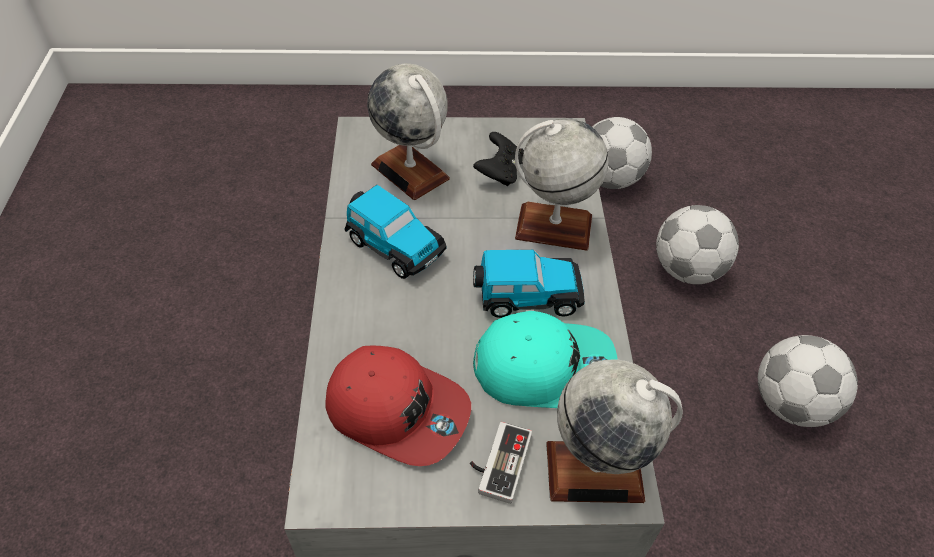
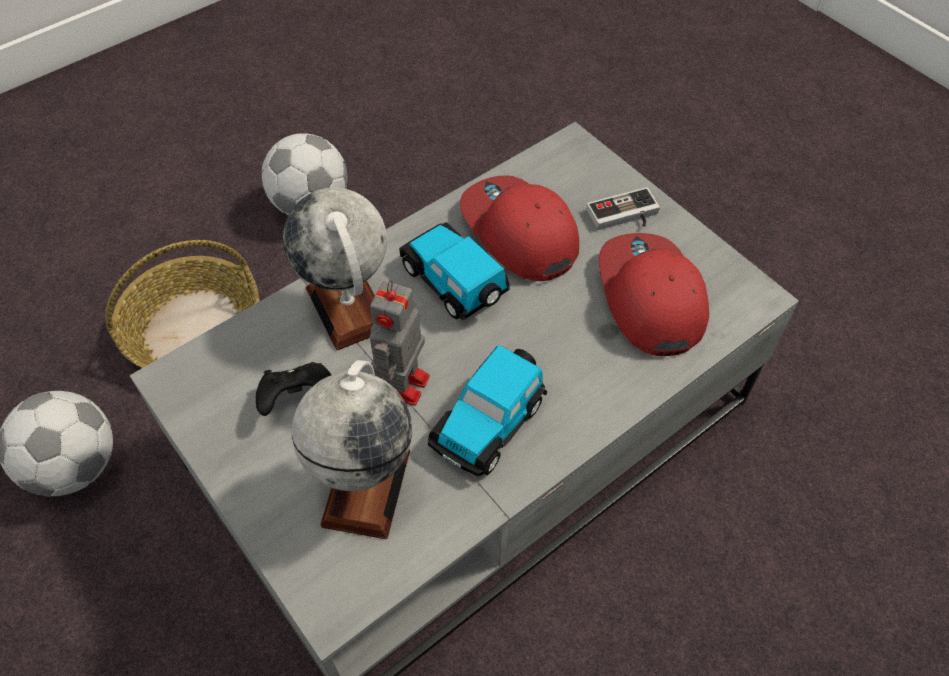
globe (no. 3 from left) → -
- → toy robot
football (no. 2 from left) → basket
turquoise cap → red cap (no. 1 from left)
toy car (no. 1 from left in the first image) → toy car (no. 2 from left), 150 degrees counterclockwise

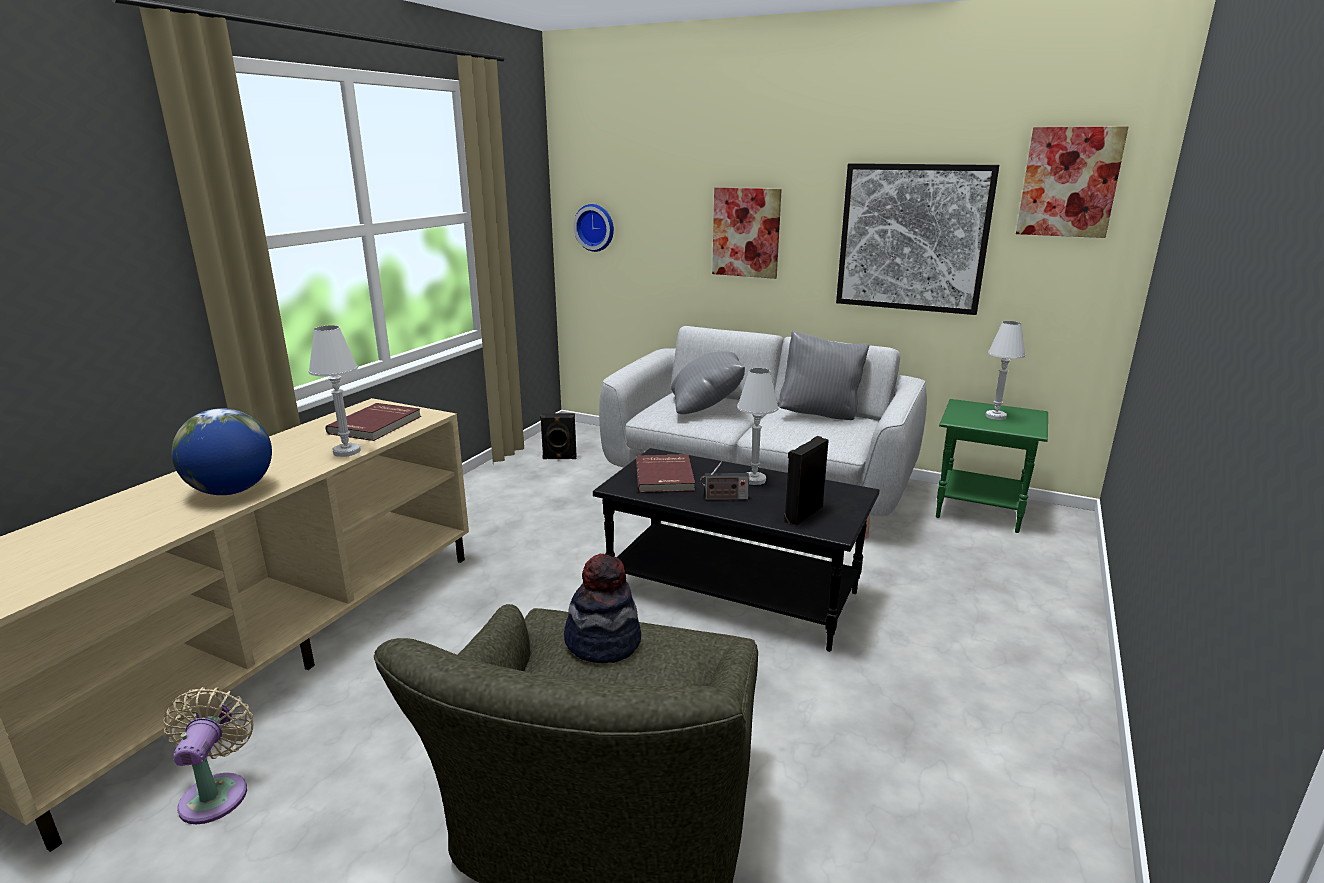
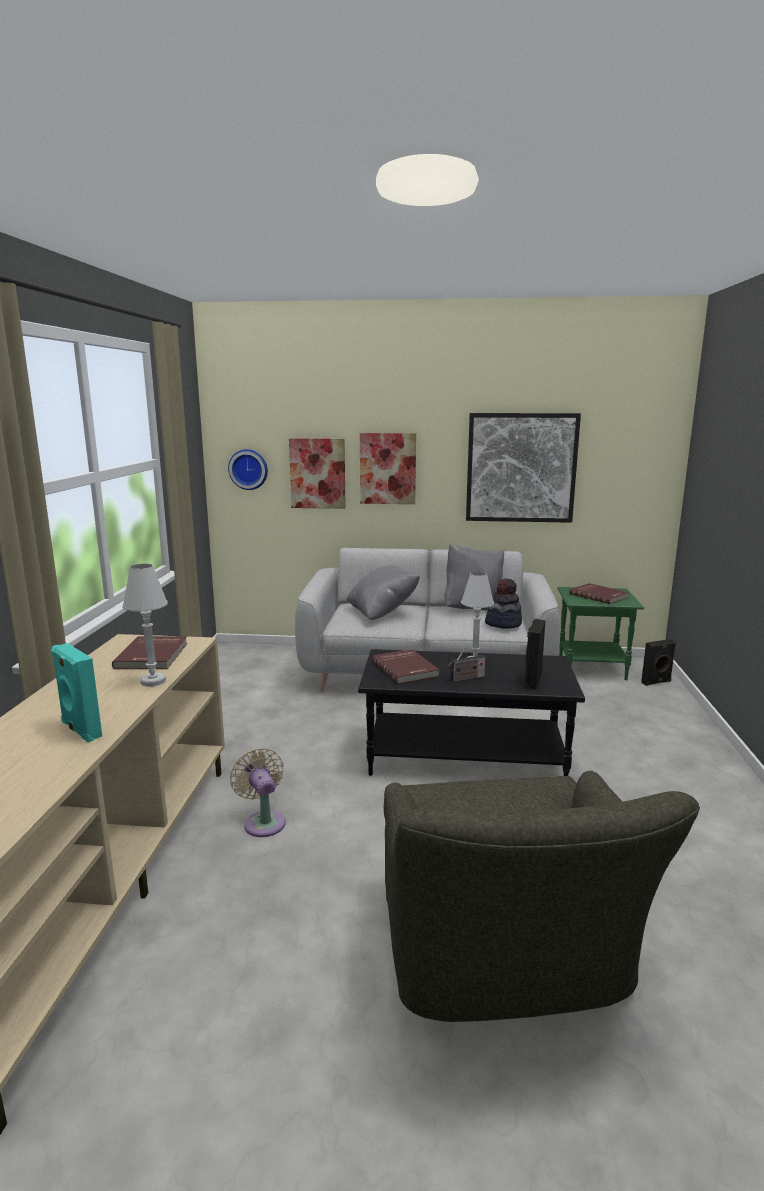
beige fan, relocated
black speaker (no. 1 from left in the first image) → black speaker (no. 2 from left), relocated
hat, relocated
picture (no. 3 from left in the first image) → picture (no. 1 from left), relocated
globe → turquoise speaker
white table lamp (no. 3 from left) → red book (no. 3 from left)

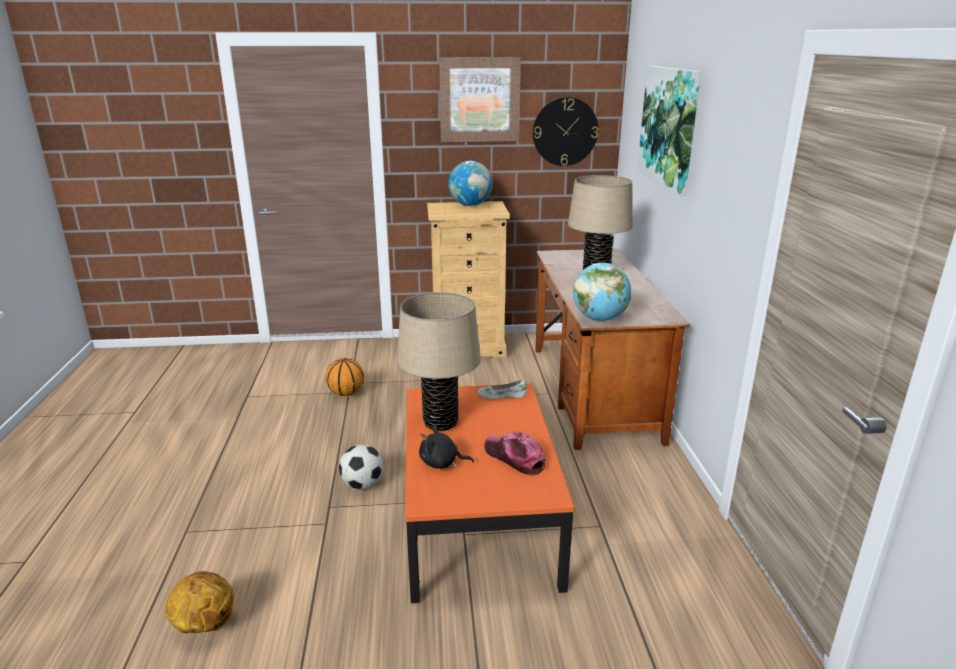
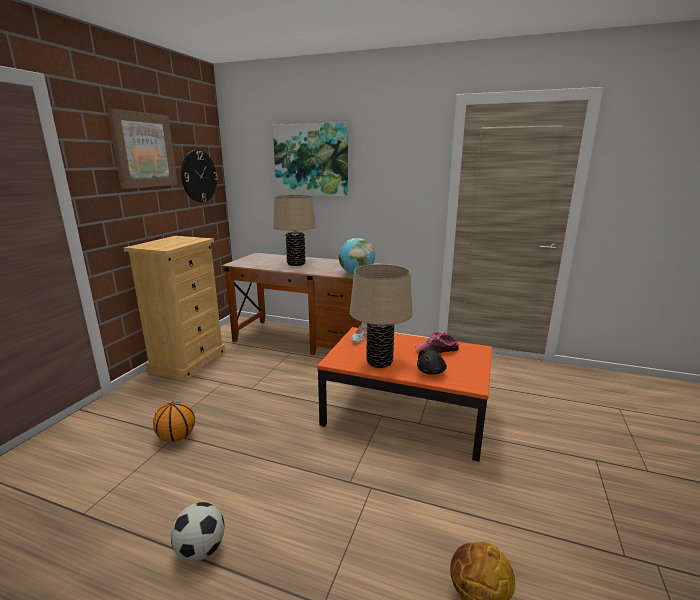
globe (no. 1 from left) → -
football, relocated

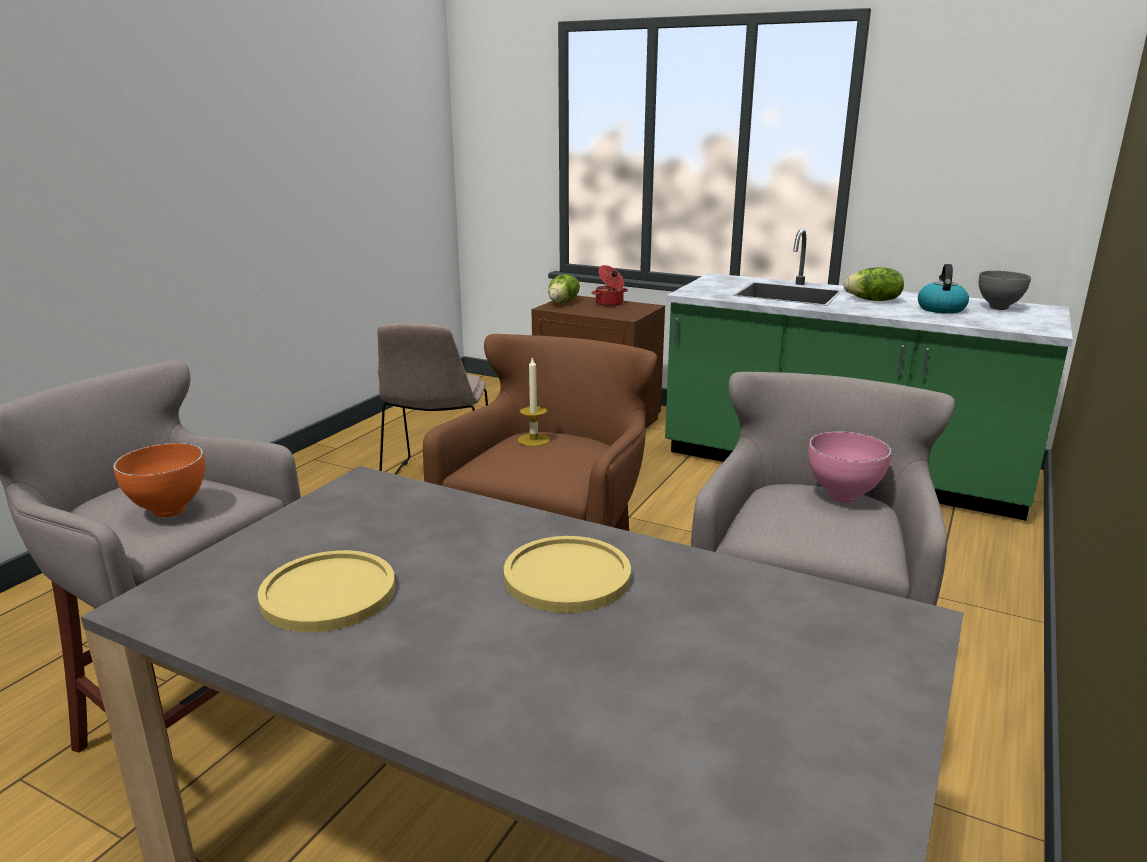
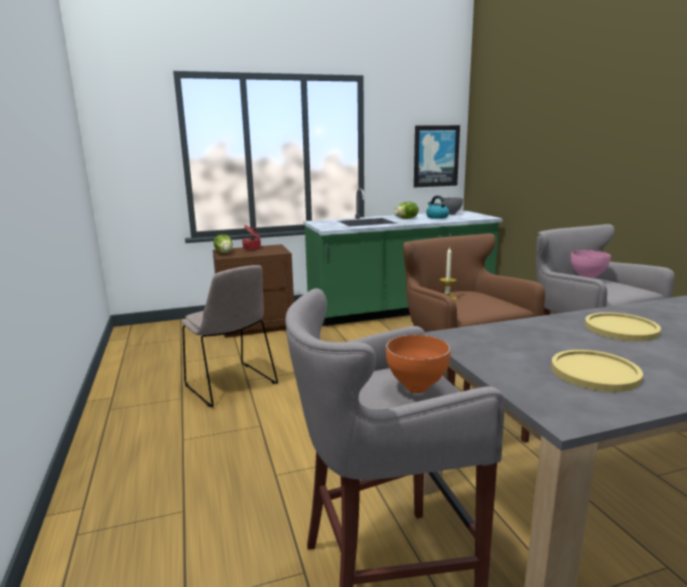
- → picture

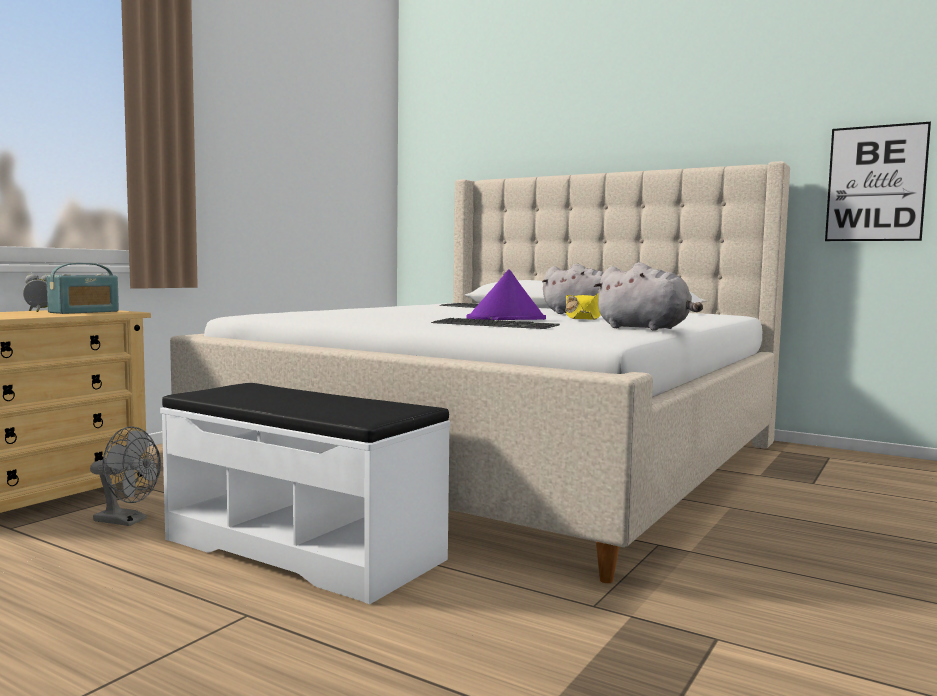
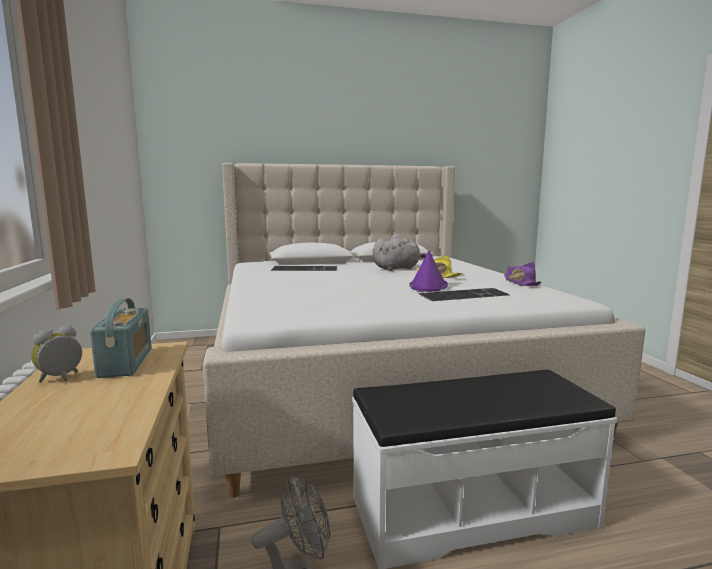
picture → -
grey plush toy (no. 2 from left) → purple hat (no. 2 from left)

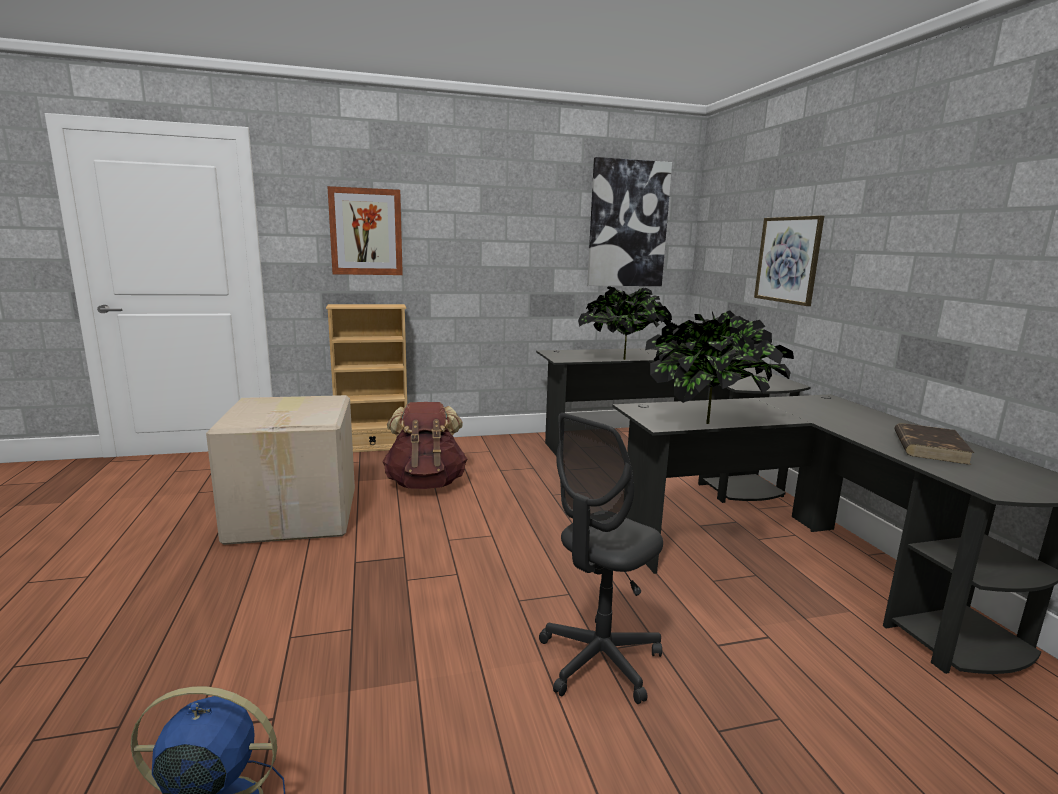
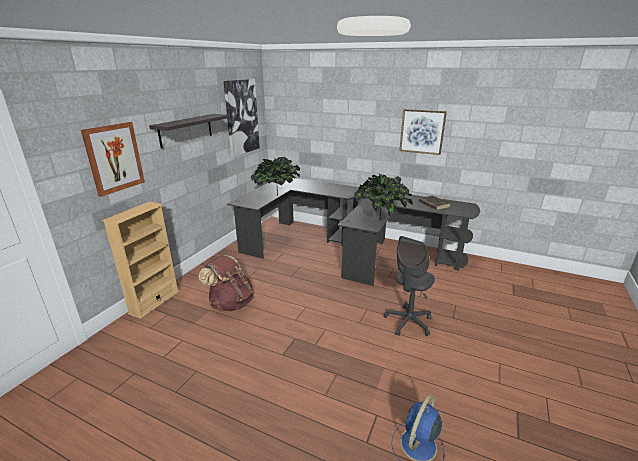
cardboard box → -
- → shelf
picture (no. 3 from left), relocated
grey office chair, 45 degrees clockwise

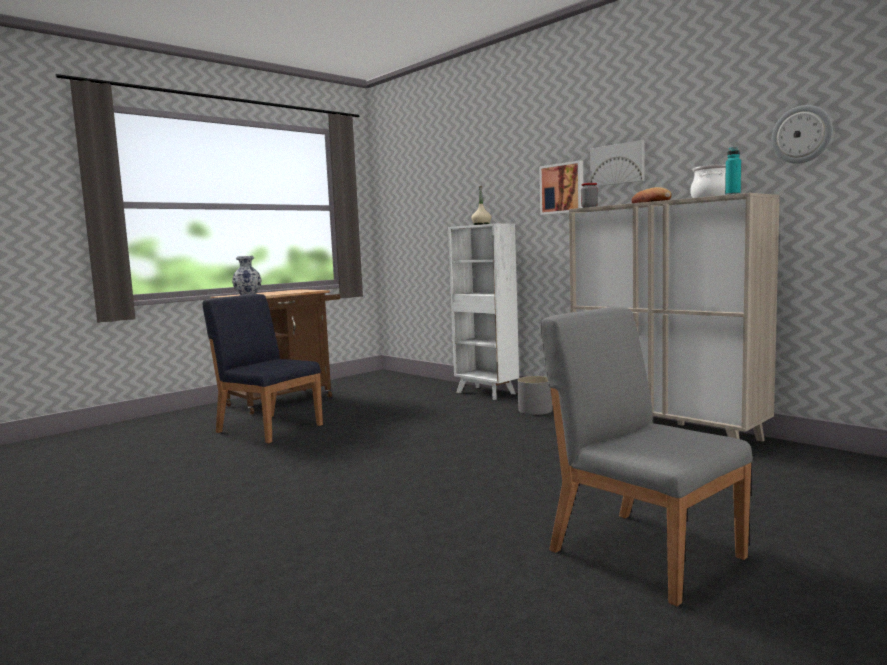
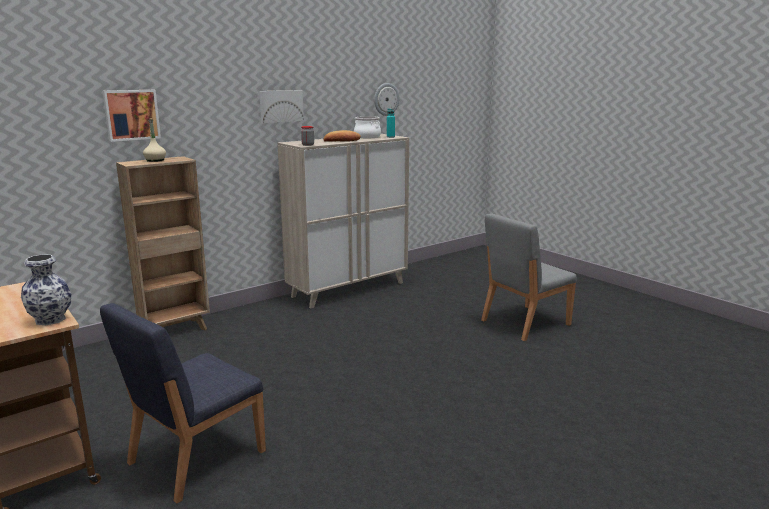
grey planter → -
picture (no. 1 from left), relocated
white bookcase → brown bookcase

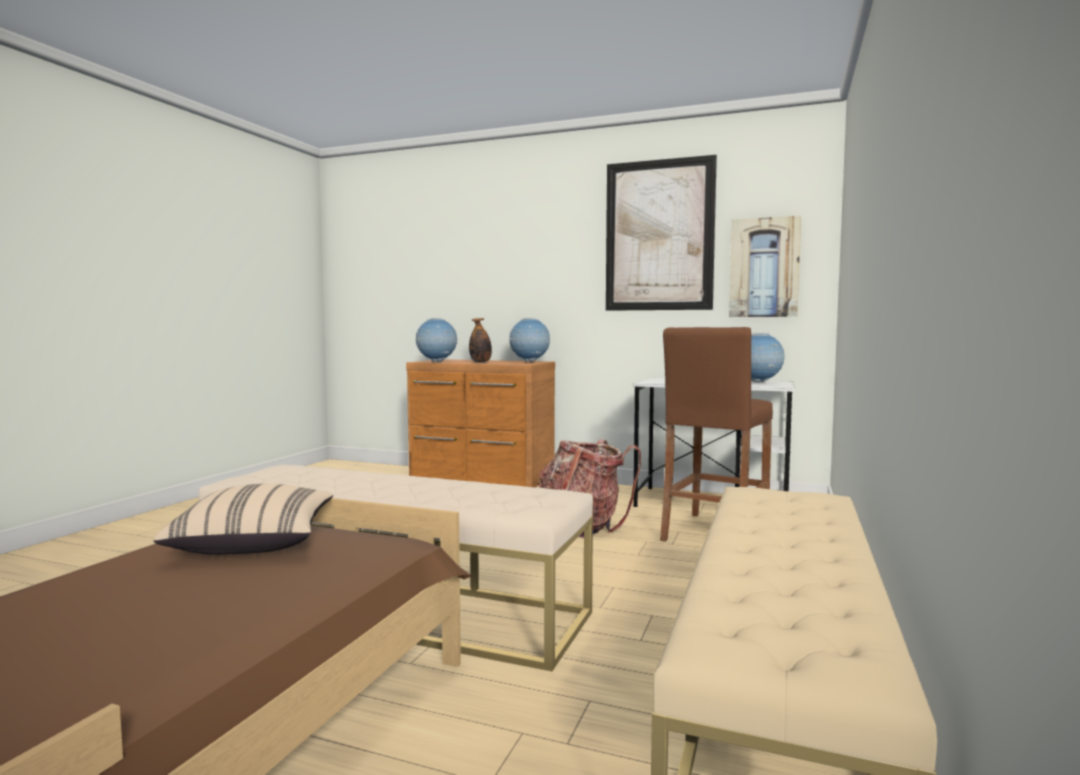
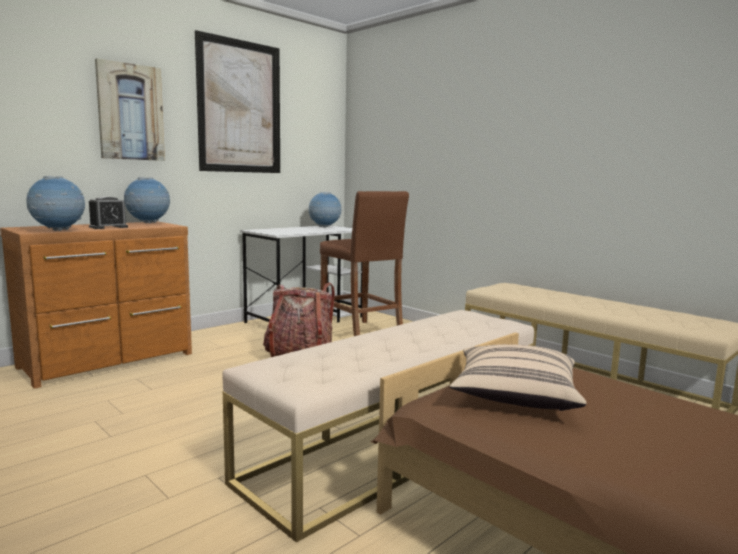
picture (no. 2 from left in the first image) → picture (no. 1 from left), relocated
bottle → alarm clock

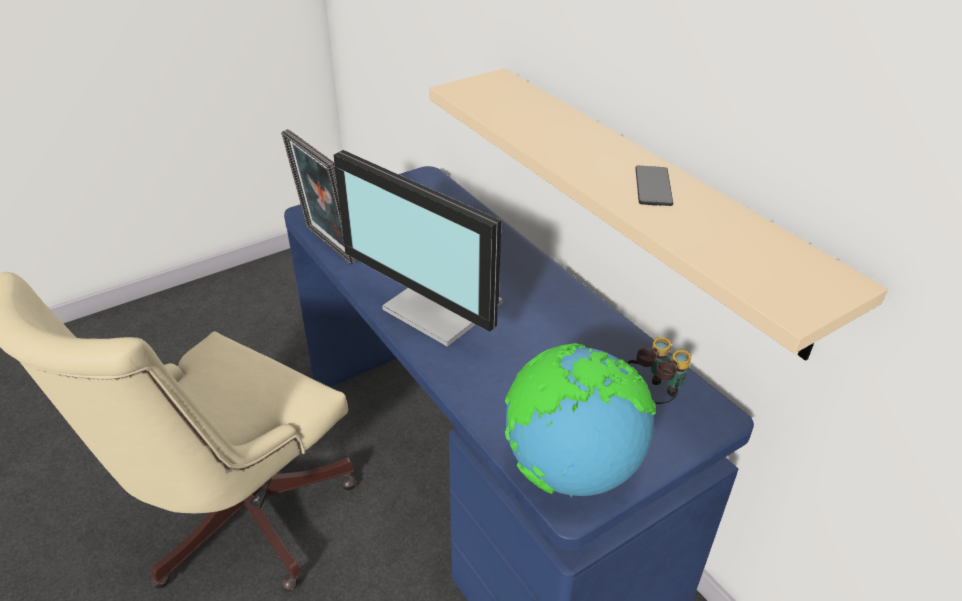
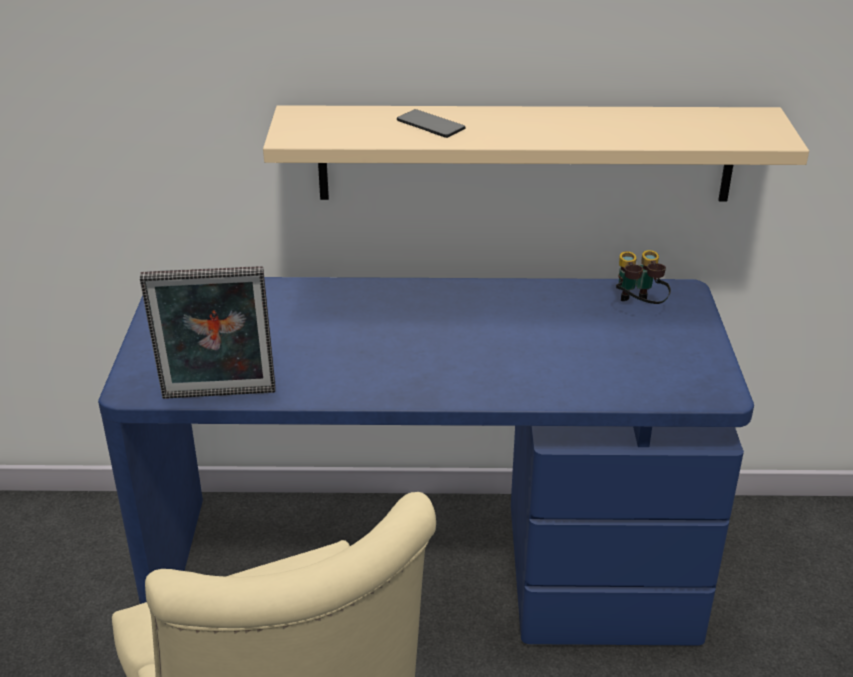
monitor → -
globe → -
phone, relocated

